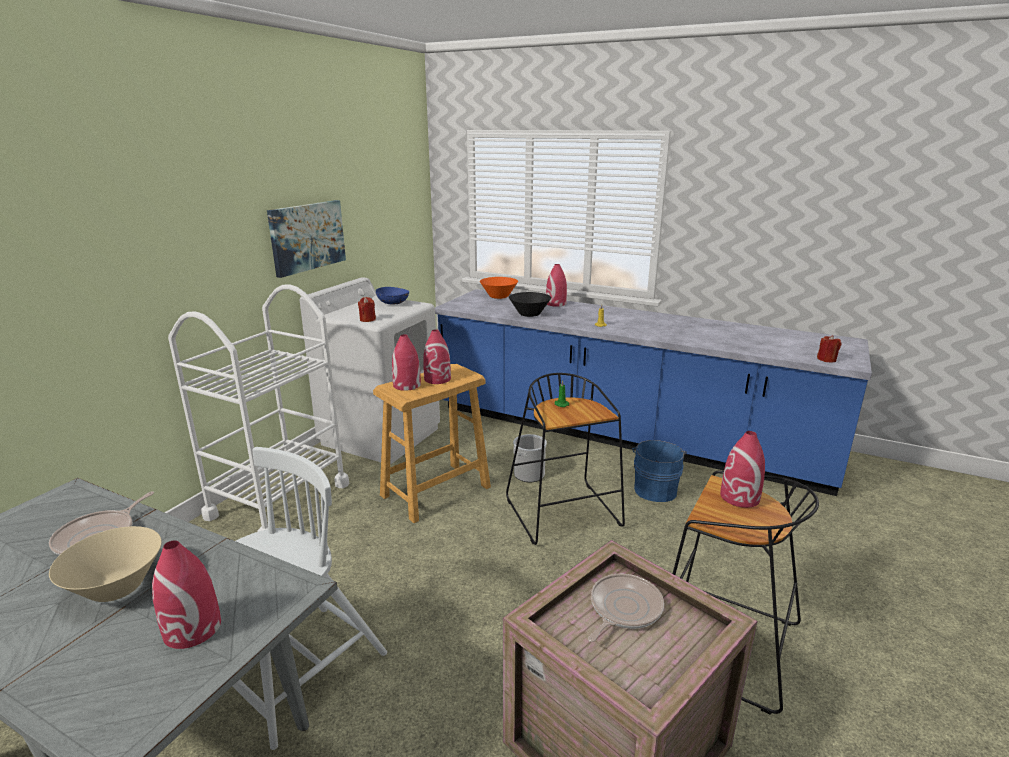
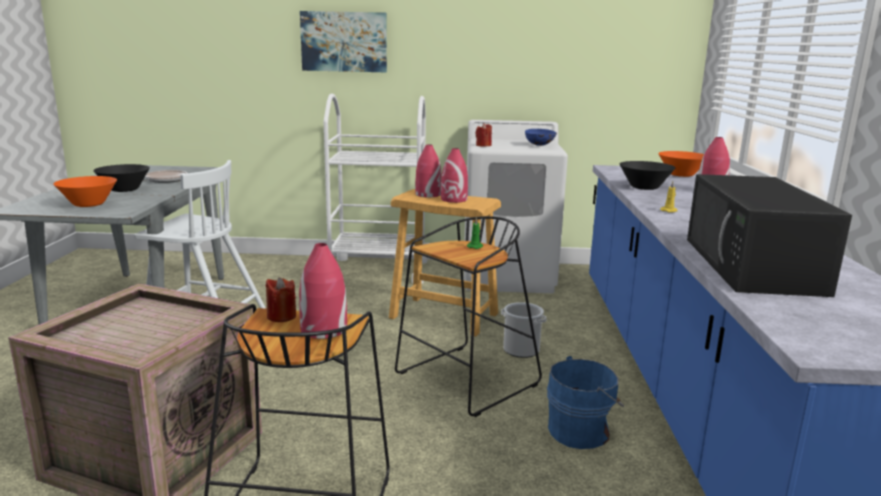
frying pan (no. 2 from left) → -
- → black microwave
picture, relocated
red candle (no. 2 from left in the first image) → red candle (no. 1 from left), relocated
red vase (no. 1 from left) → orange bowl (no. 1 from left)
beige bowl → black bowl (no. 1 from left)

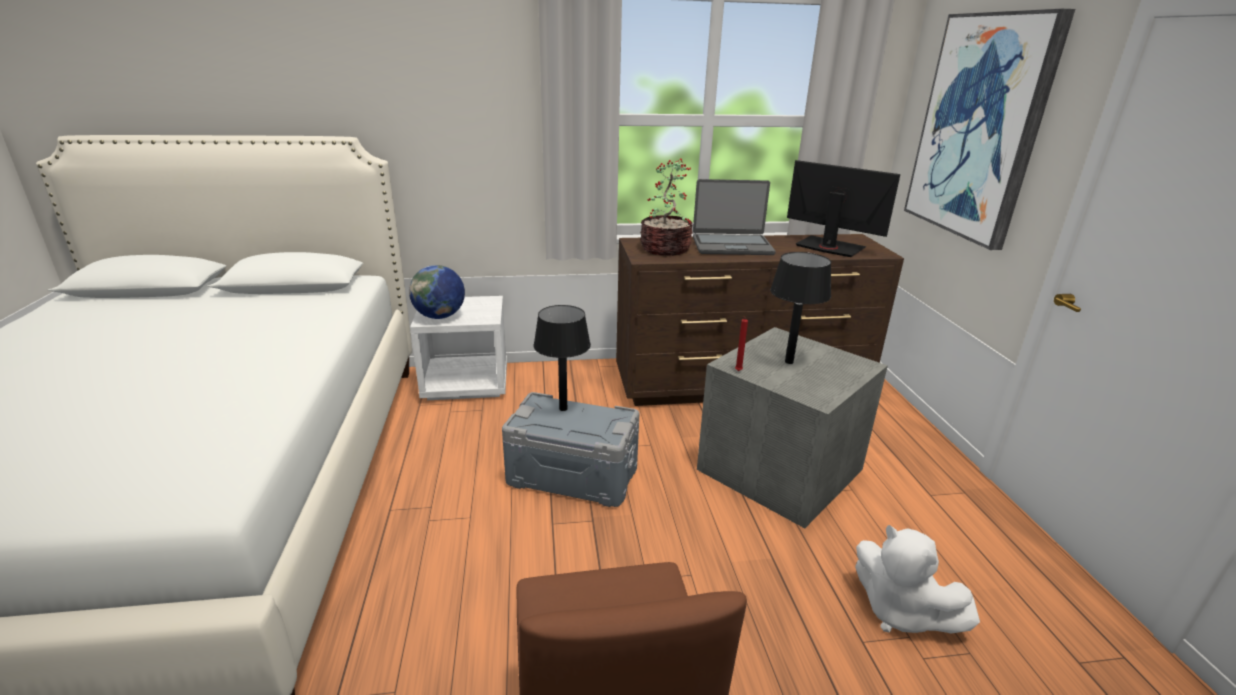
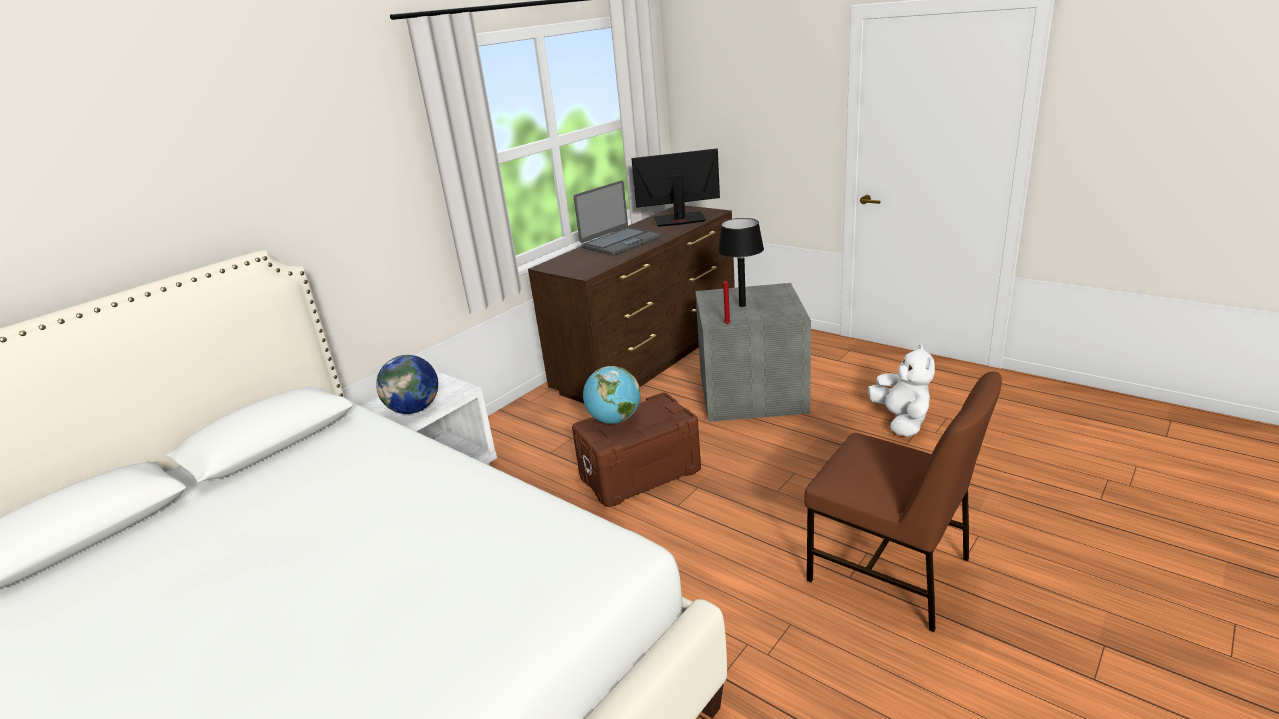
potted plant → -
picture → -
black table lamp (no. 1 from left) → globe (no. 2 from left)
grey storage box (no. 1 from left) → brown storage box
white plush toy, 105 degrees counterclockwise

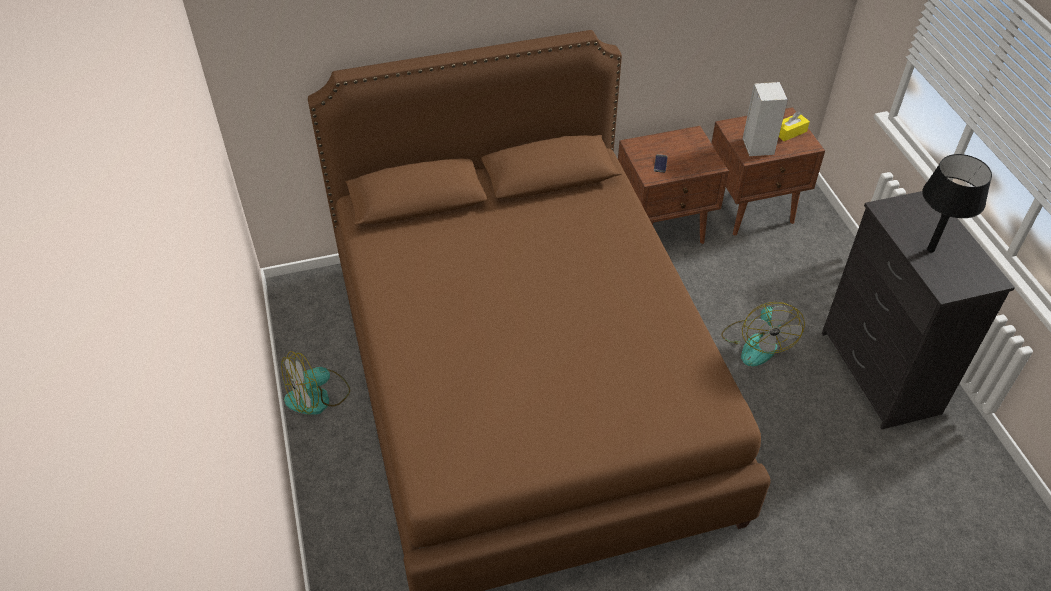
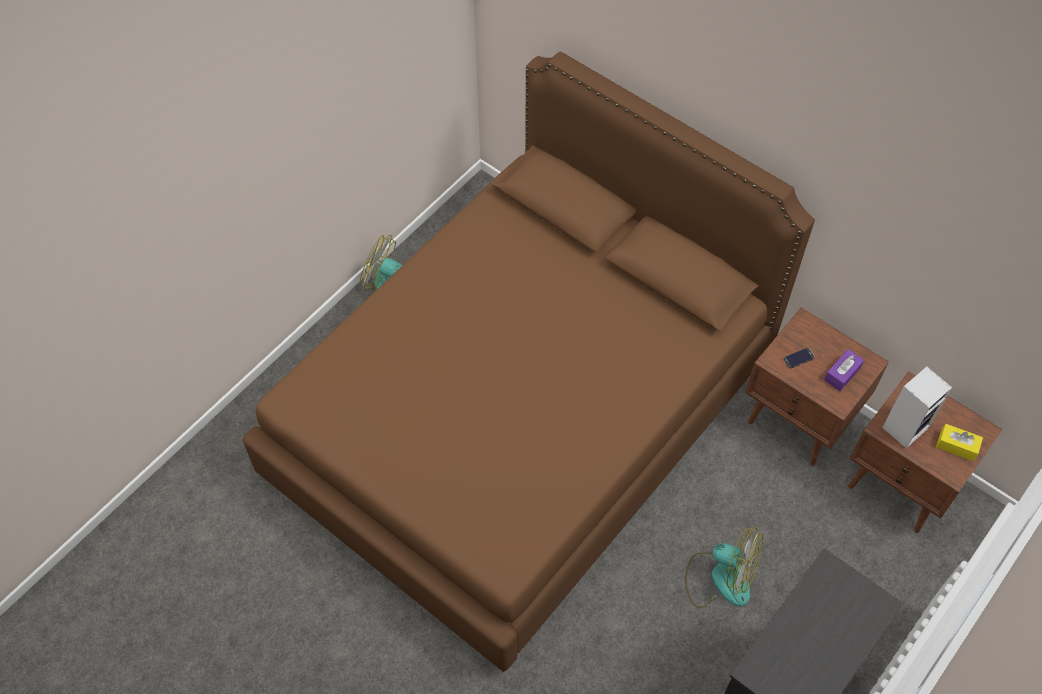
black table lamp → -
- → purple tissue box
fan (no. 2 from left), 120 degrees counterclockwise

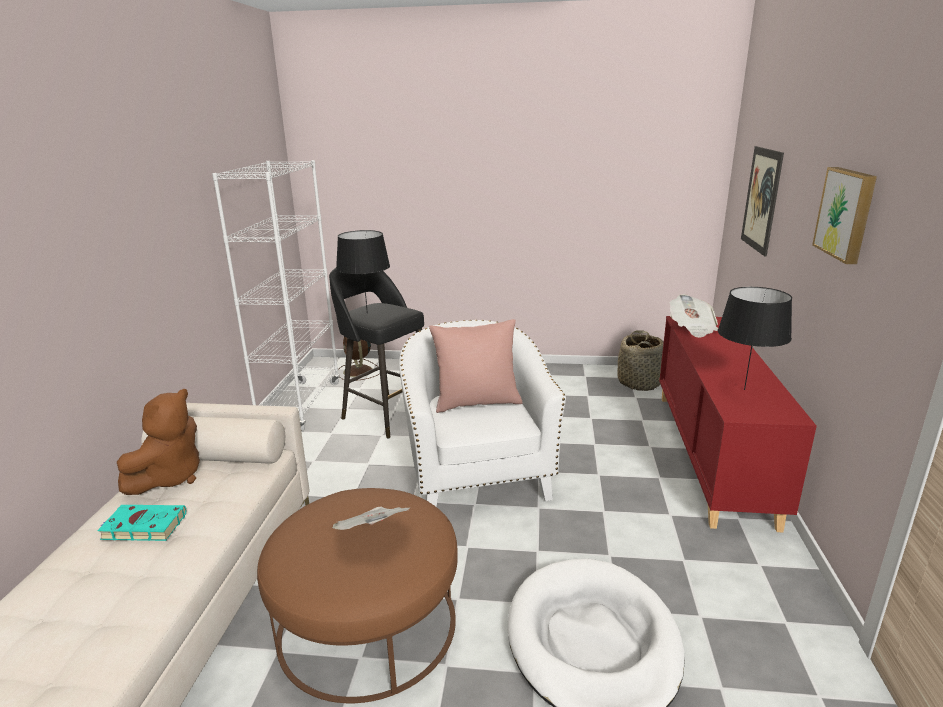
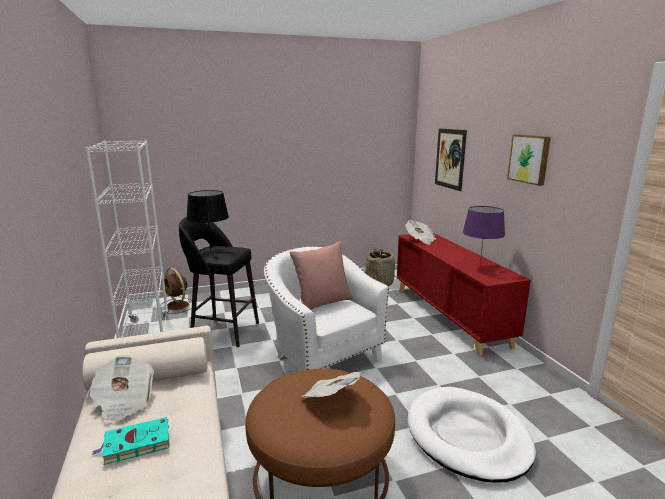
brown plush toy → newspaper (no. 1 from left)
black table lamp (no. 2 from left) → purple table lamp

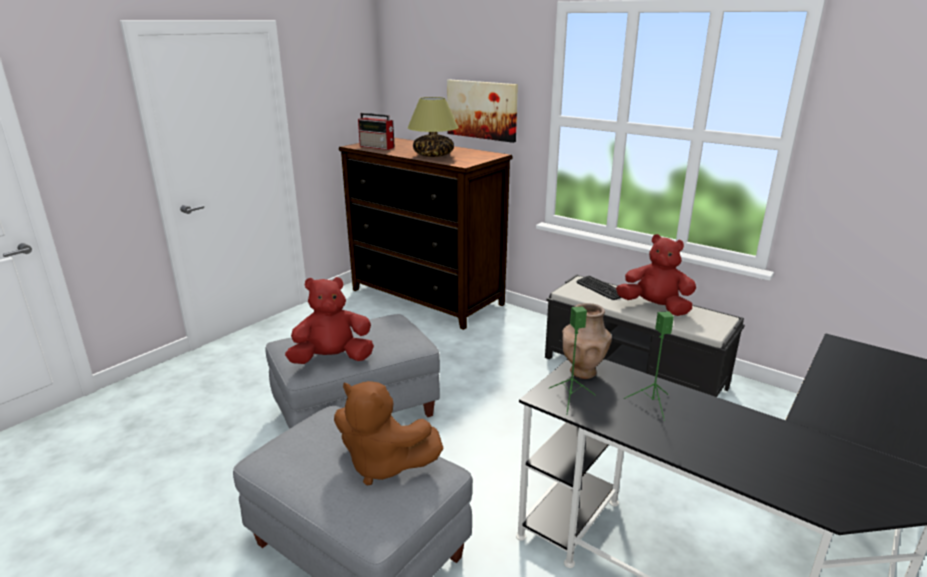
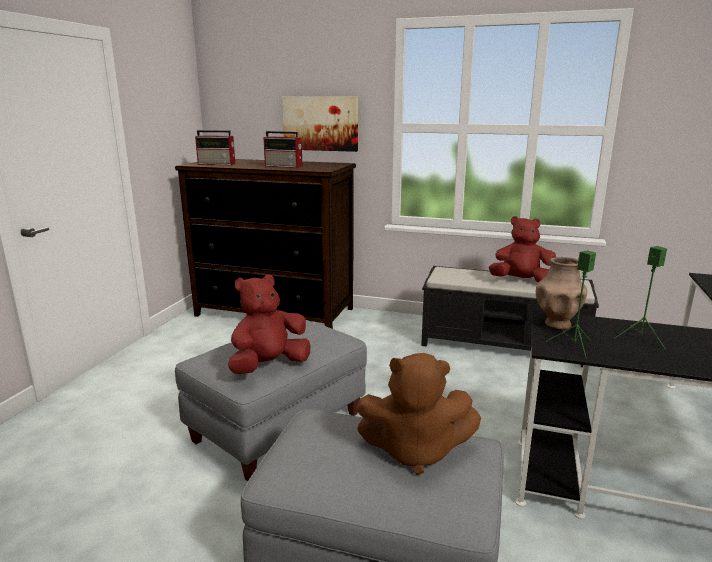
keyboard → -
table lamp → radio (no. 2 from left)

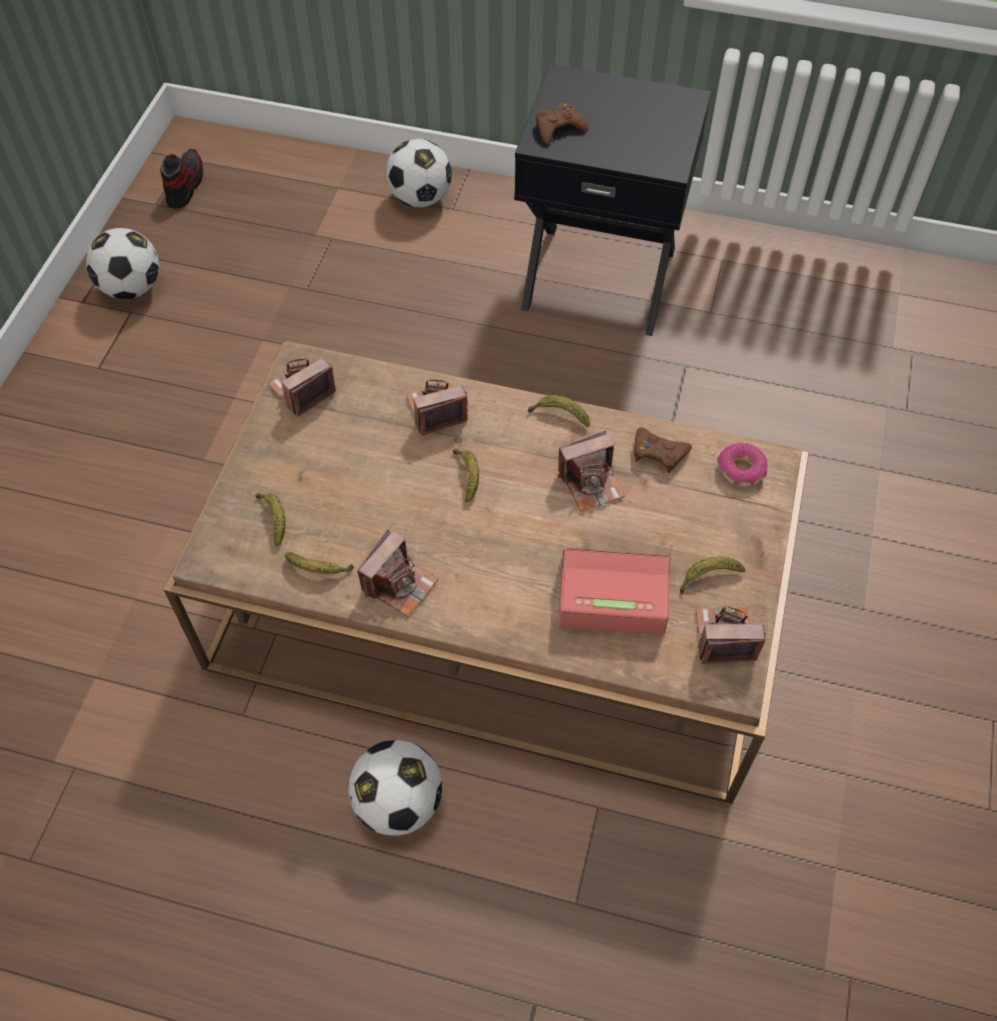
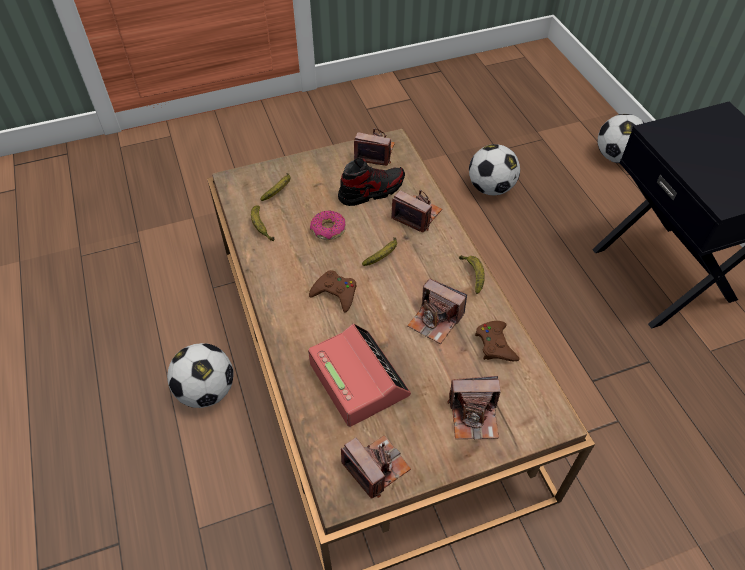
banana (no. 5 from left) → -
football (no. 1 from left in the first image) → football (no. 2 from left), relocated
shoe, relocated
photo camera (no. 2 from left in the first image) → photo camera (no. 5 from left), relocated
brown game controller (no. 1 from left), relocated
donut, relocated

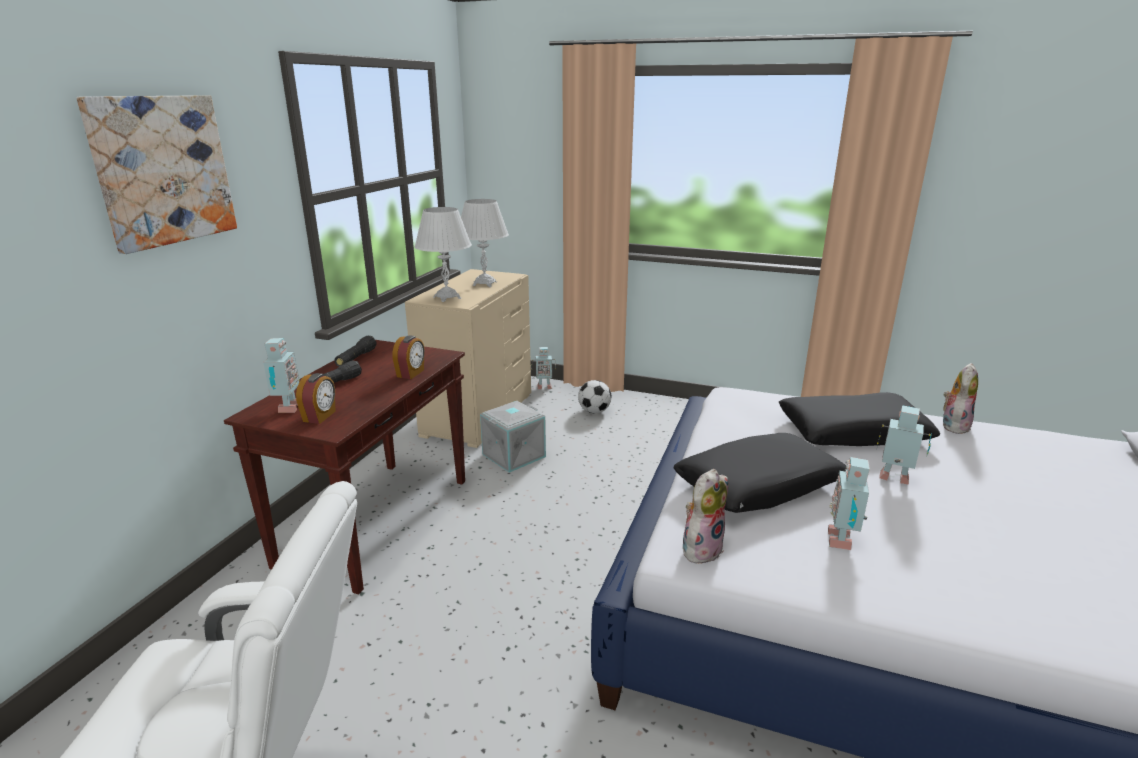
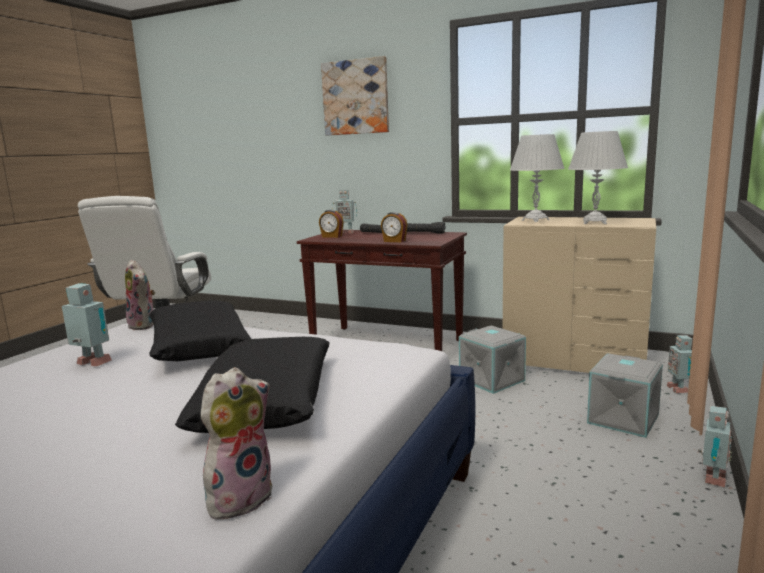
toy robot (no. 4 from left), relocated
football → grey storage box (no. 2 from left)
plush toy (no. 2 from left), 90 degrees counterclockwise

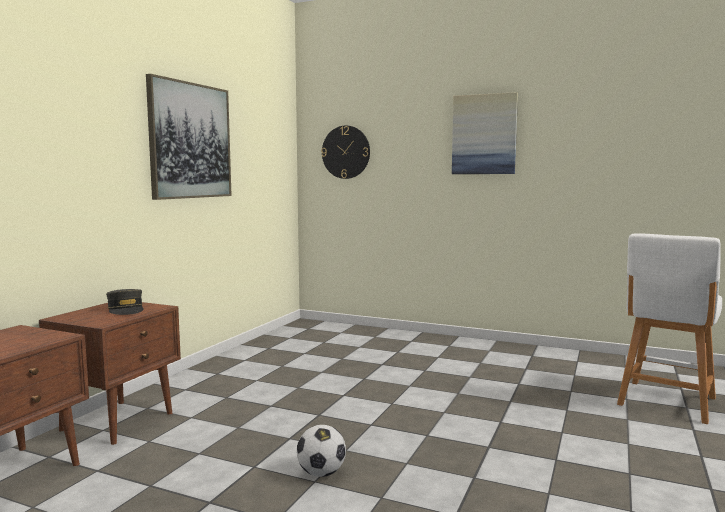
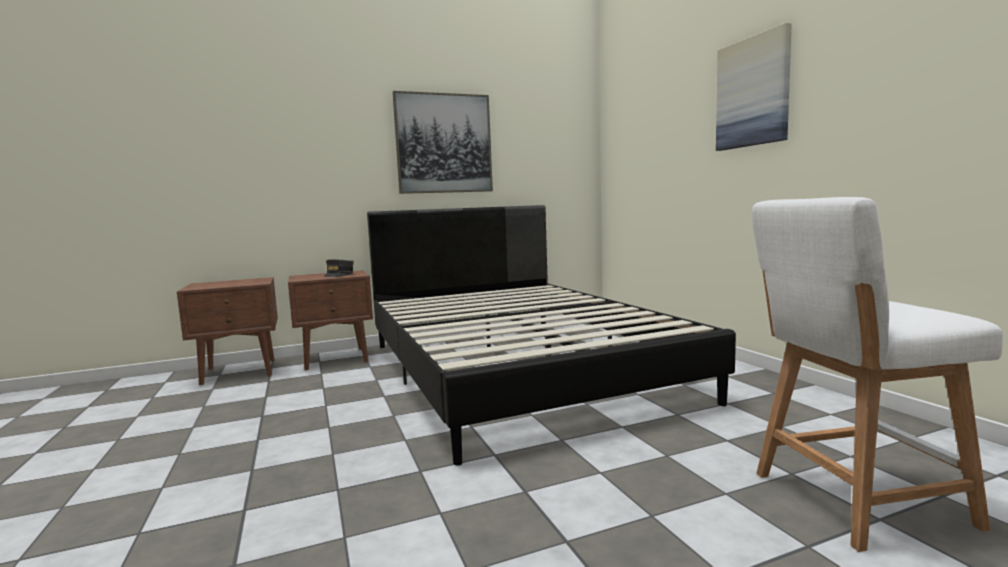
football → -
wall clock → -
- → black bed

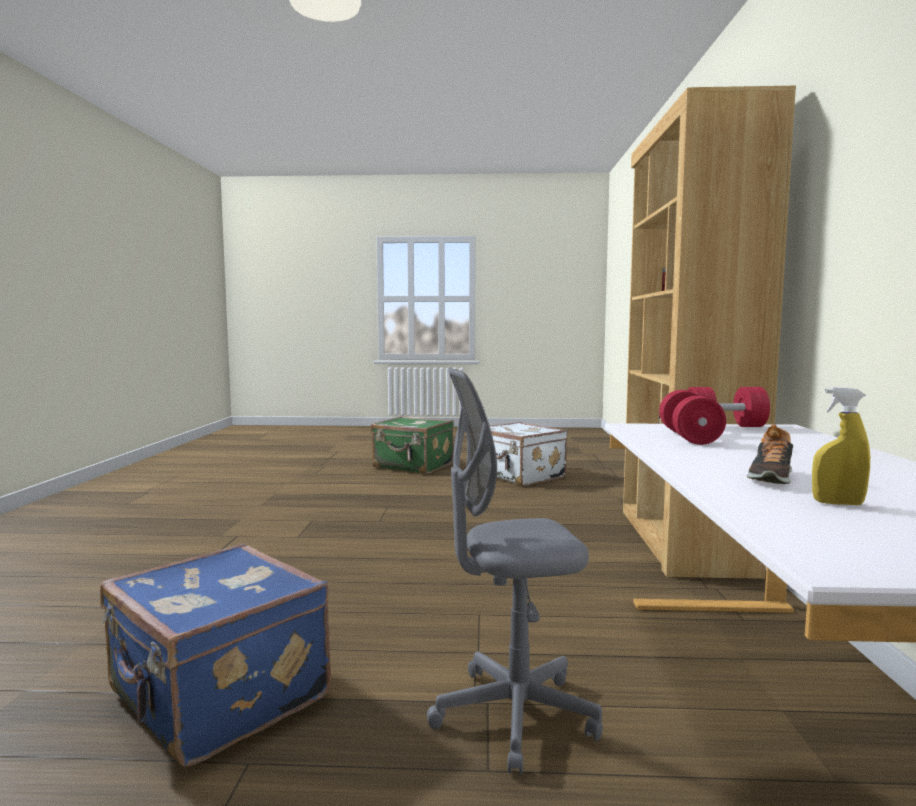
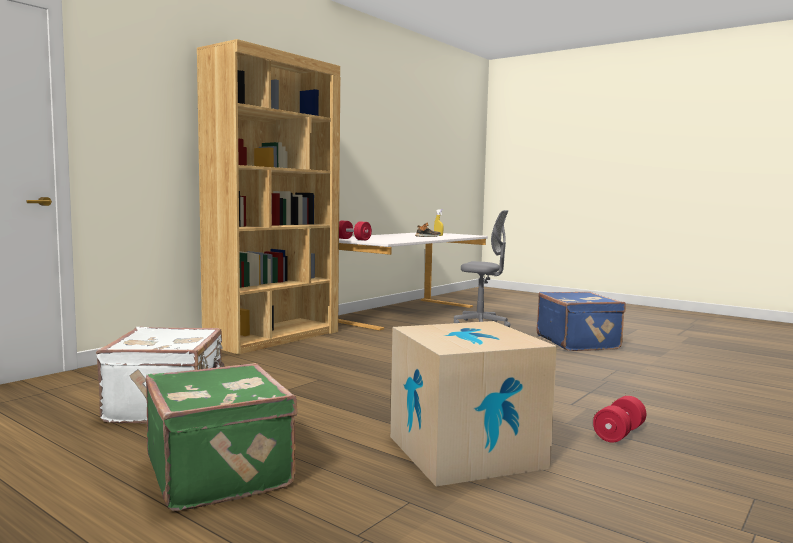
- → cardboard box
red dumbbell (no. 1 from left in the first image) → red dumbbell (no. 2 from left), relocated

